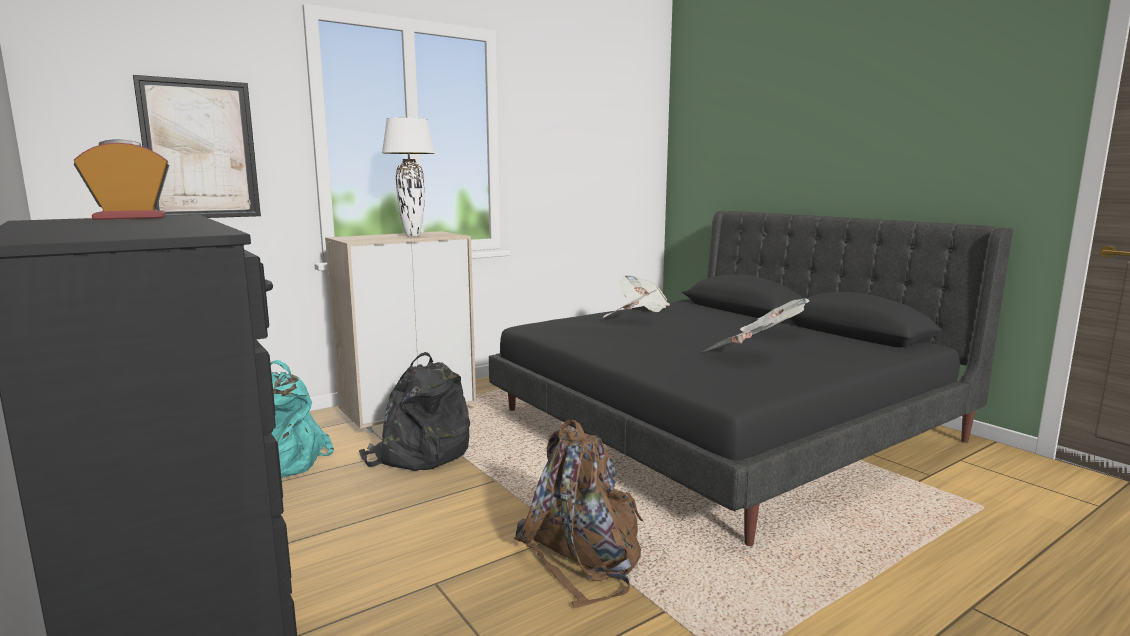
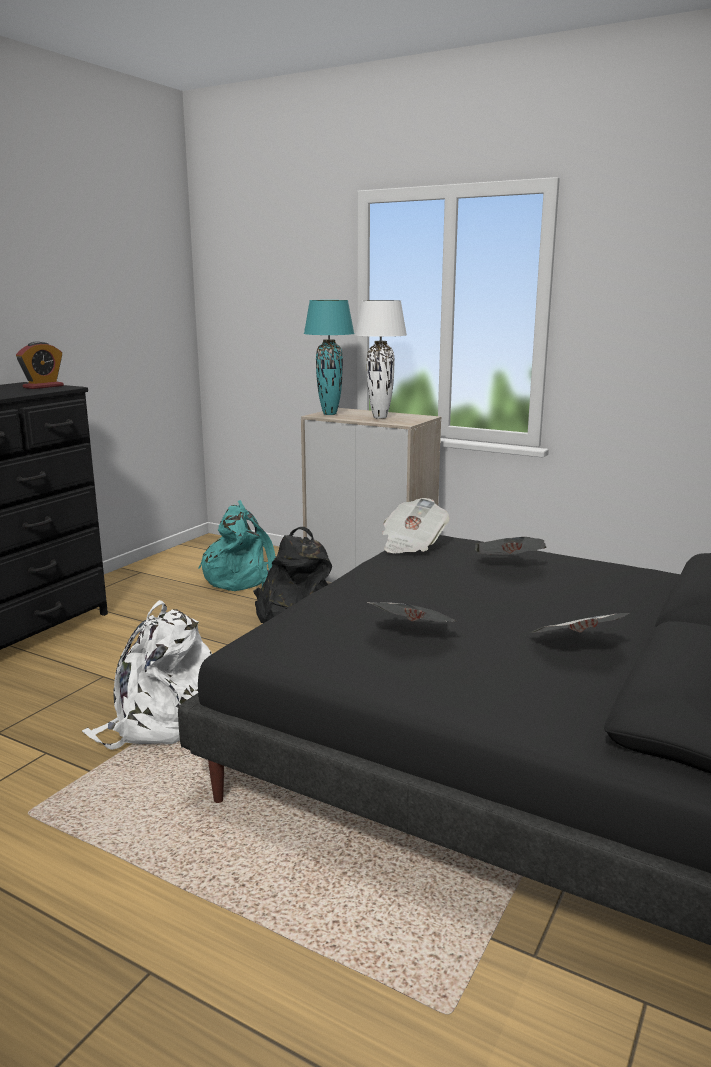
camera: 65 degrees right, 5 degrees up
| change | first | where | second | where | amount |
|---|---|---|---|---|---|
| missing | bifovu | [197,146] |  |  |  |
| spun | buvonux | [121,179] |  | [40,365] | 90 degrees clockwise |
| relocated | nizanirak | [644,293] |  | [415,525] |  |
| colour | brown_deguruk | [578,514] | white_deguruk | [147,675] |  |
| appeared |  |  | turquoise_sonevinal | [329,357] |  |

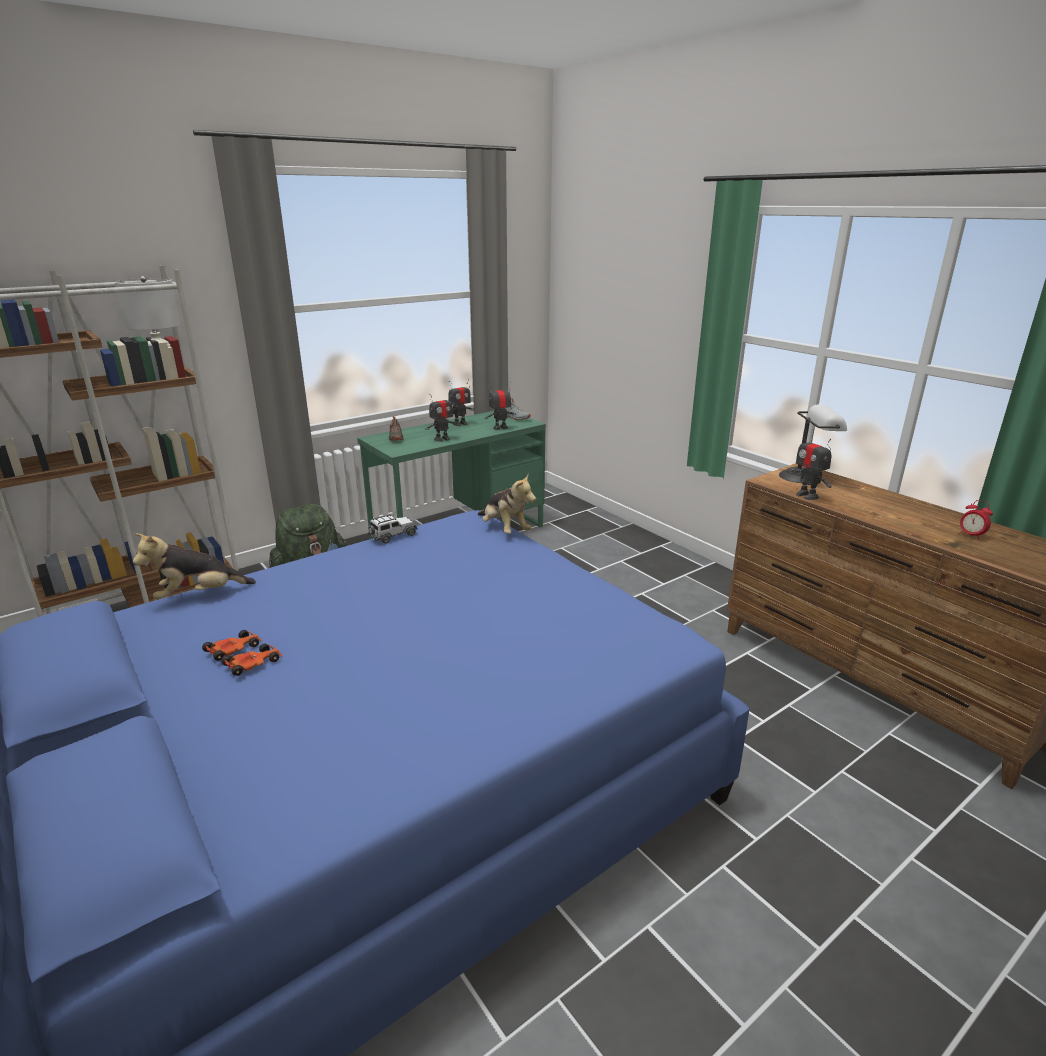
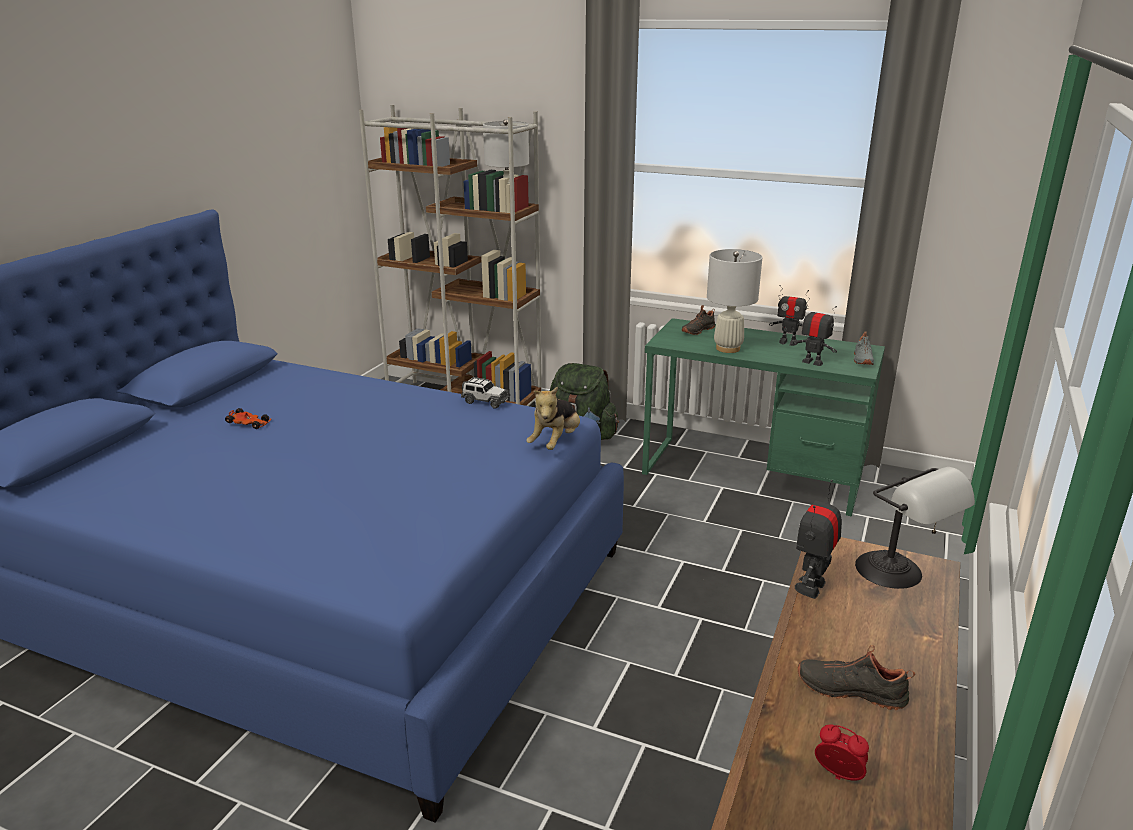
camera: 60 degrees right, 0 degrees up
| change | first | where | second | where | amount |
|---|---|---|---|---|---|
| exchanged | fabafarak | [441,417] | white_sonevinal | [734,301] |  |
| spun | buvonux | [976,520] |  | [842,752] | 105 degrees clockwise |
| missing | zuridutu | [194,566] |  |  |  |
| missing | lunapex | [232,645] |  |  |  |
| appeared |  |  | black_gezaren | [856,677] |  |

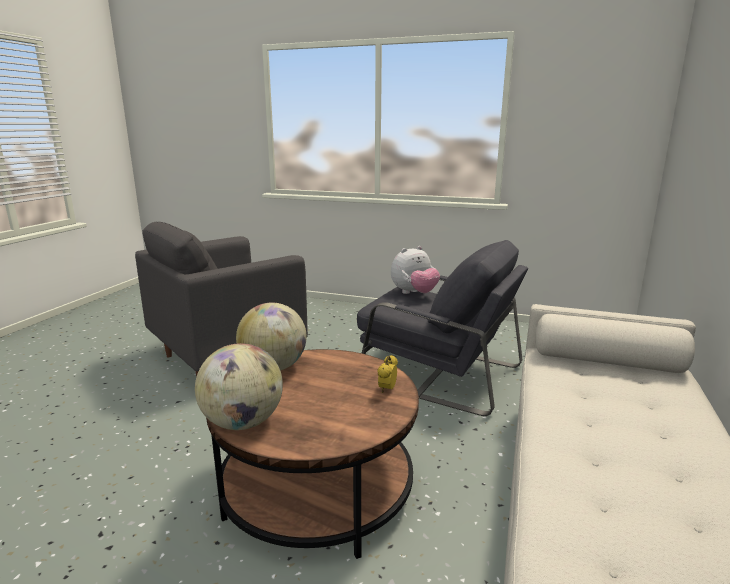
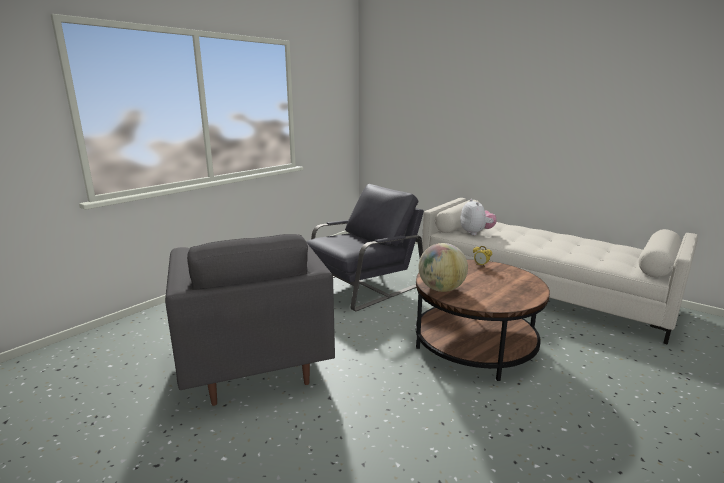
camera: 70 degrees left, 0 degrees up
| change | first | where | second | where | amount |
|---|---|---|---|---|---|
| relocated | zuridutu | [415,270] |  | [478,217] |  |
| missing | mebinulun | [239,386] |  |  |  |

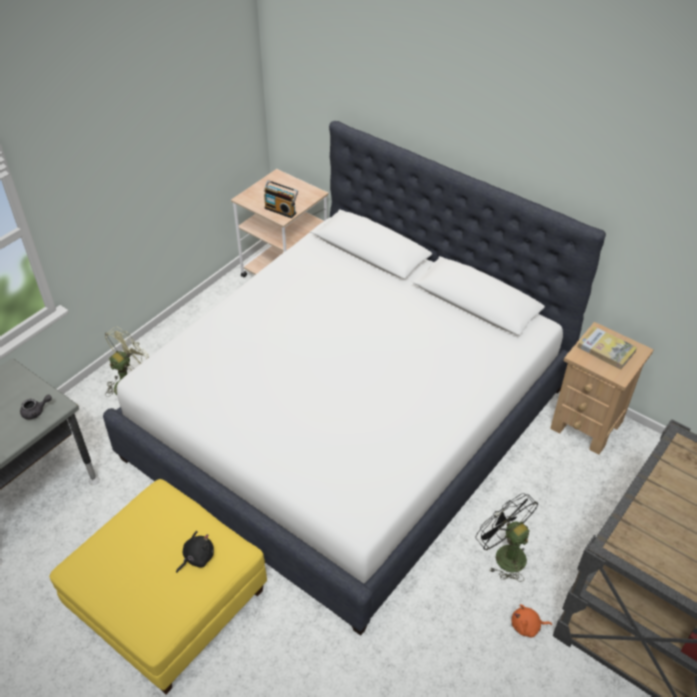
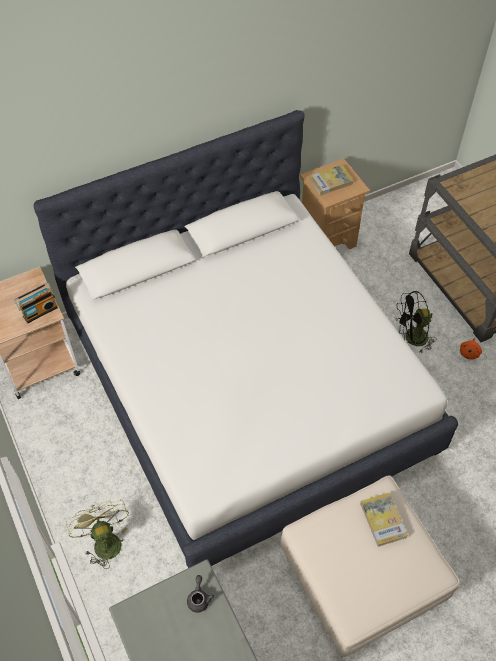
camera: 65 degrees left, 10 degrees up
| change | first | where | second | where | amount |
|---|---|---|---|---|---|
| colour | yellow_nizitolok | [158,586] | white_nizitolok | [370,566] |  |
| exchanged | black_zuridutu | [195,552] | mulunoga | [384,520] |  |

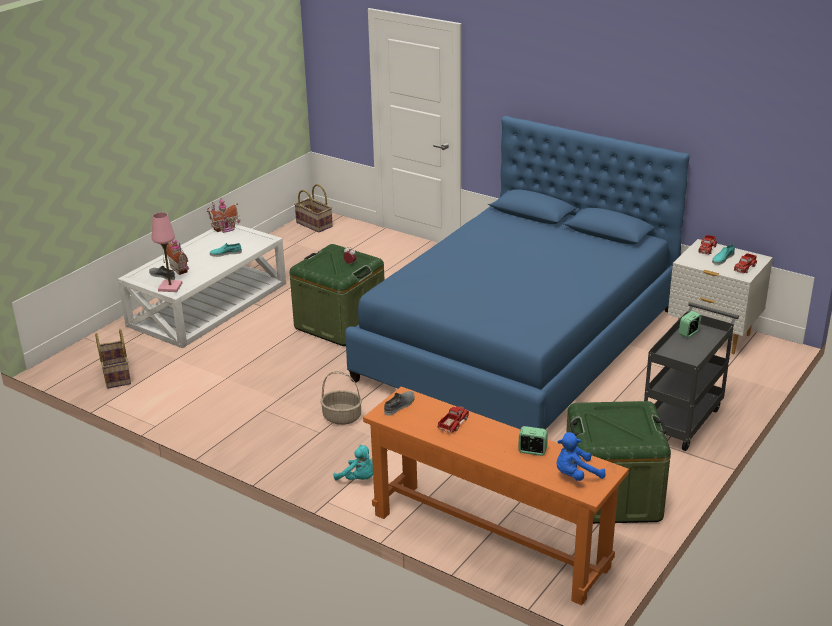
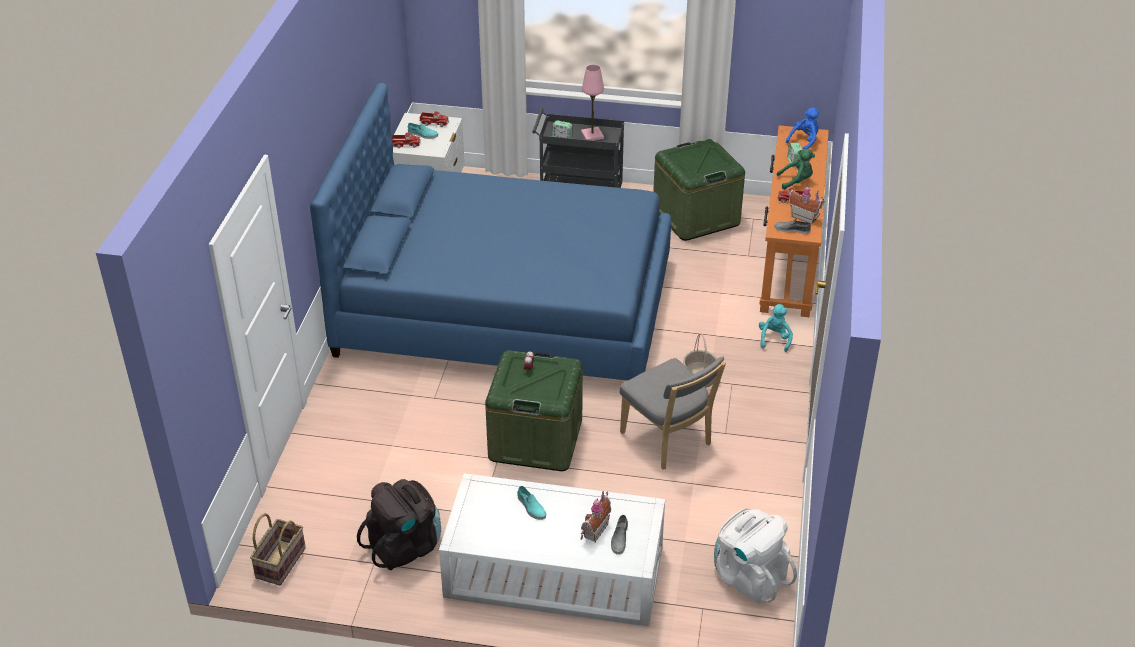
camera: 115 degrees left, 10 degrees up
| change | first | where | second | where | amount |
|---|---|---|---|---|---|
| relocated | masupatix | [223,215] |  | [807,205] |  |
| relocated | pink_sonevinal | [167,252] |  | [592,103] |  |
| exchanged | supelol | [113,358] | white_deguruk | [755,555] |  |
| spun | blue_zuridutu | [581,456] |  | [802,128] | 90 degrees counterclockwise |
| appeared |  |  | green_zuridutu | [796,169] |  |
| appeared |  |  | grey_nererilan | [673,413] |  |
| appeared |  |  | black_deguruk | [399,524] |  |

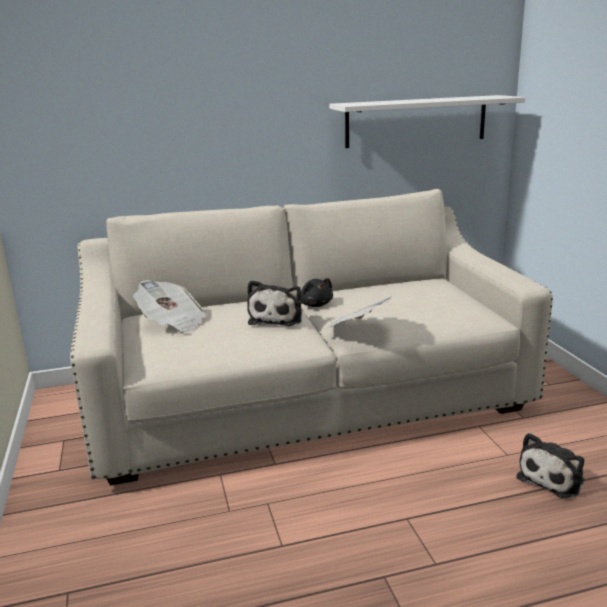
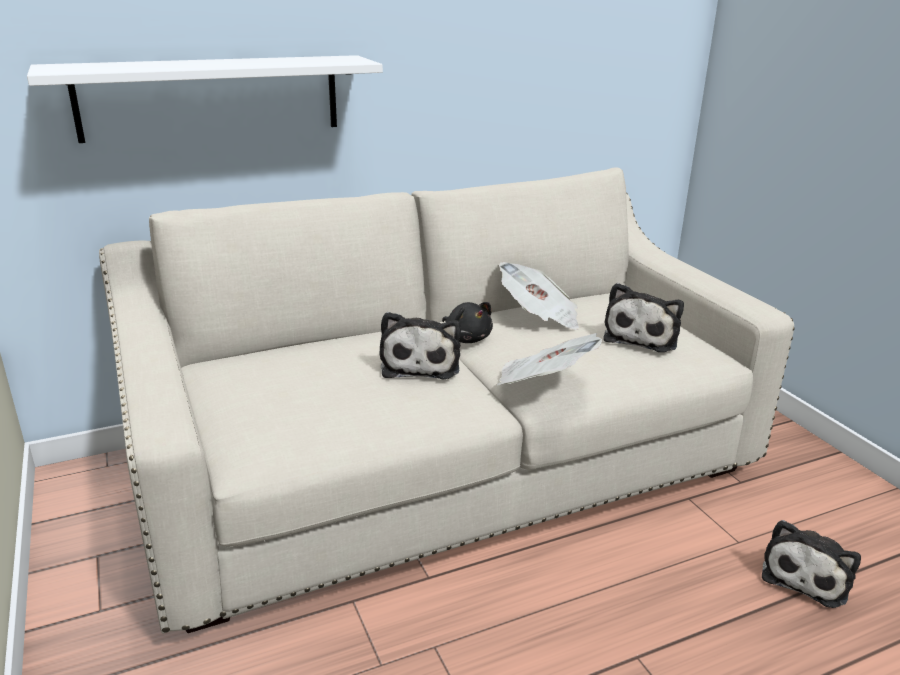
camera: 10 degrees left, 5 degrees up
| change | first | where | second | where | amount |
|---|---|---|---|---|---|
| relocated | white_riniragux | [427,121] |  | [205,99] |  |
| relocated | nizanirak | [170,306] |  | [539,296] |  |
| appeared |  |  | zuridutu | [643,317] |  |

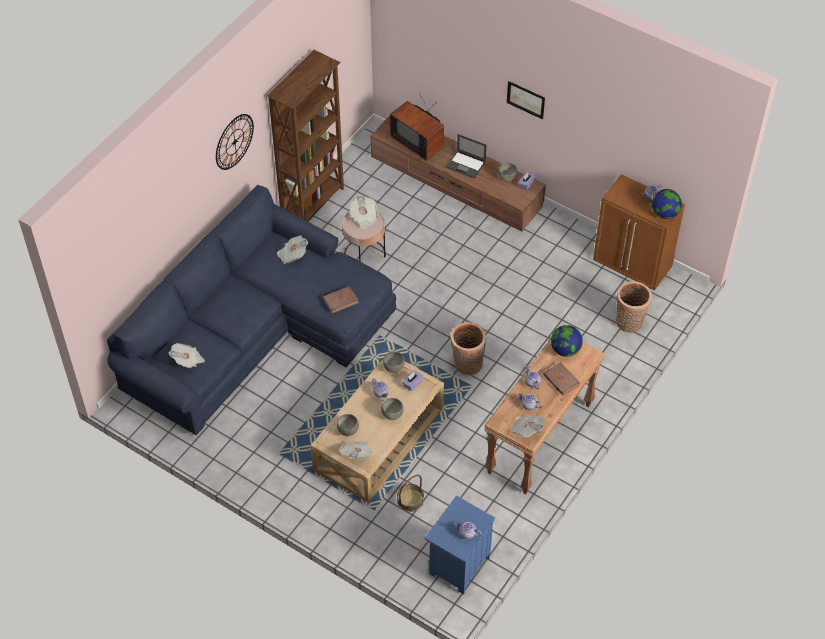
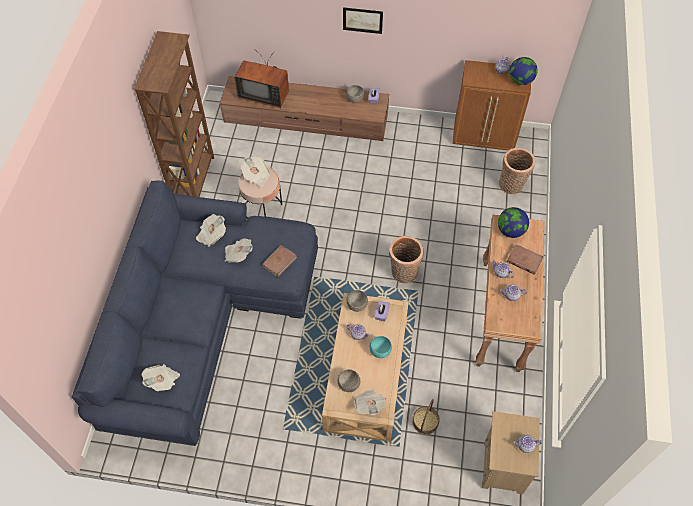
camera: 25 degrees left, 5 degrees up
| change | first | where | second | where | amount |
|---|---|---|---|---|---|
| missing | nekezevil | [235,142] |  |  |  |
| missing | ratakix | [466,156] |  |  |  |
| colour | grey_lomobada | [392,409] | turquoise_lomobada | [381,347] |  |
| relocated | nizanirak | [527,426] |  | [239,250] |  |
| colour | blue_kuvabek | [459,545] | beige_kuvabek | [511,452] |  |

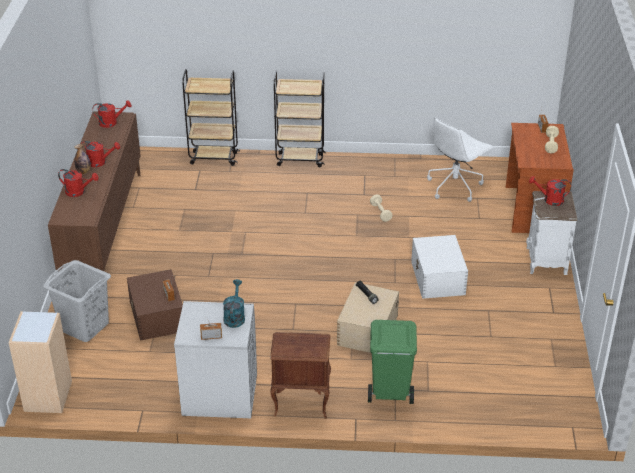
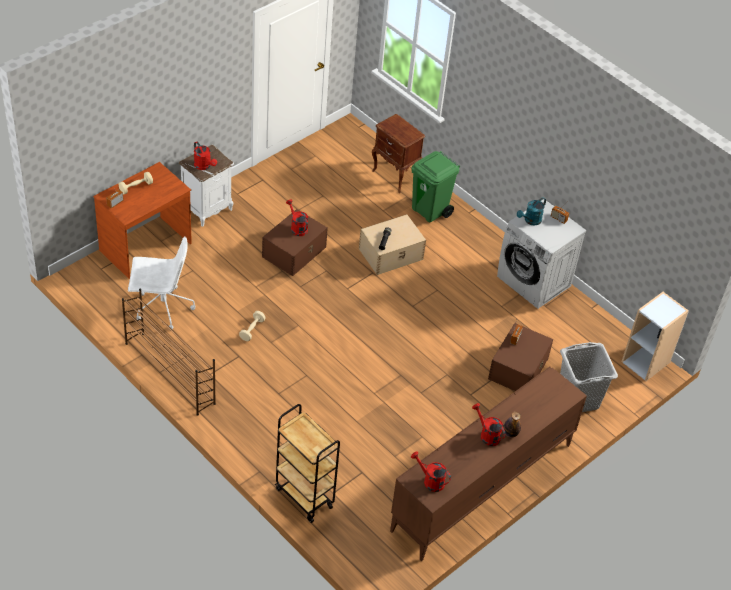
camera: 140 degrees left, 10 degrees up
| change | first | where | second | where | amount |
|---|---|---|---|---|---|
| missing | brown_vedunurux | [300,119] |  |  |  |
| relocated | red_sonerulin | [78,183] |  | [297,217] |  |
| colour | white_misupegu | [439,267] | brown_misupegu | [295,242] |  |
| relocated | brown_kuvabek | [300,375] |  | [398,153] |  |
| appeared |  |  | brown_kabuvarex | [169,352] |  |

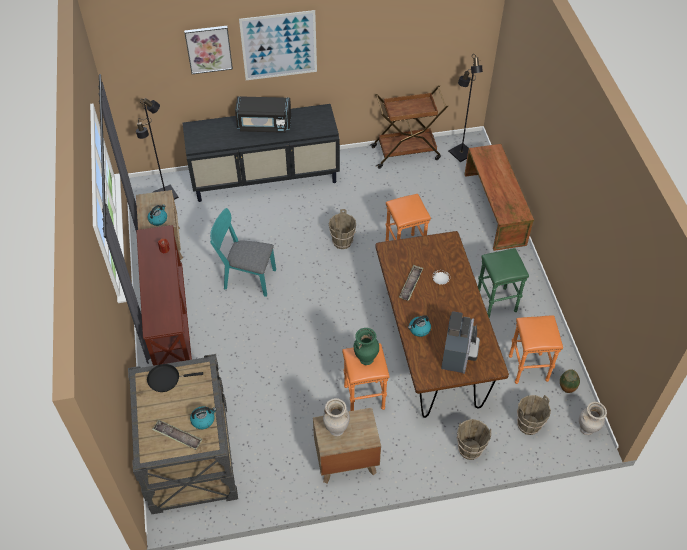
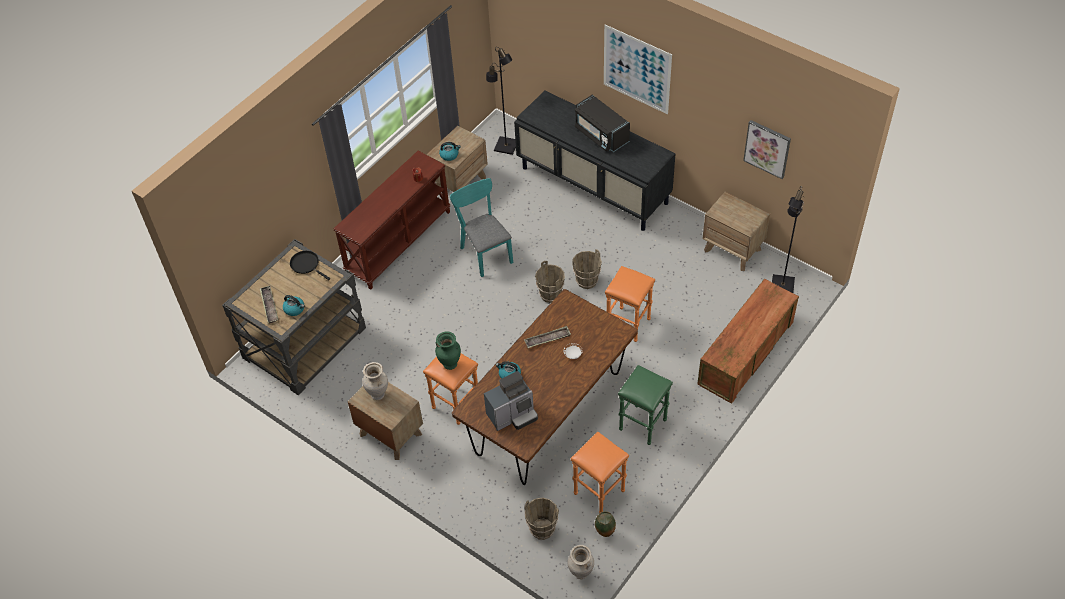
camera: 50 degrees right, 0 degrees up
| change | first | where | second | where | amount |
|---|---|---|---|---|---|
| relocated | bifovu | [208,50] |  | [767,149] |  |
| exchanged | brown_vedunurux | [409,127] | brown_kuvabek | [736,231] |  |
| relocated | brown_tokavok | [474,439] |  | [550,282] |  |

